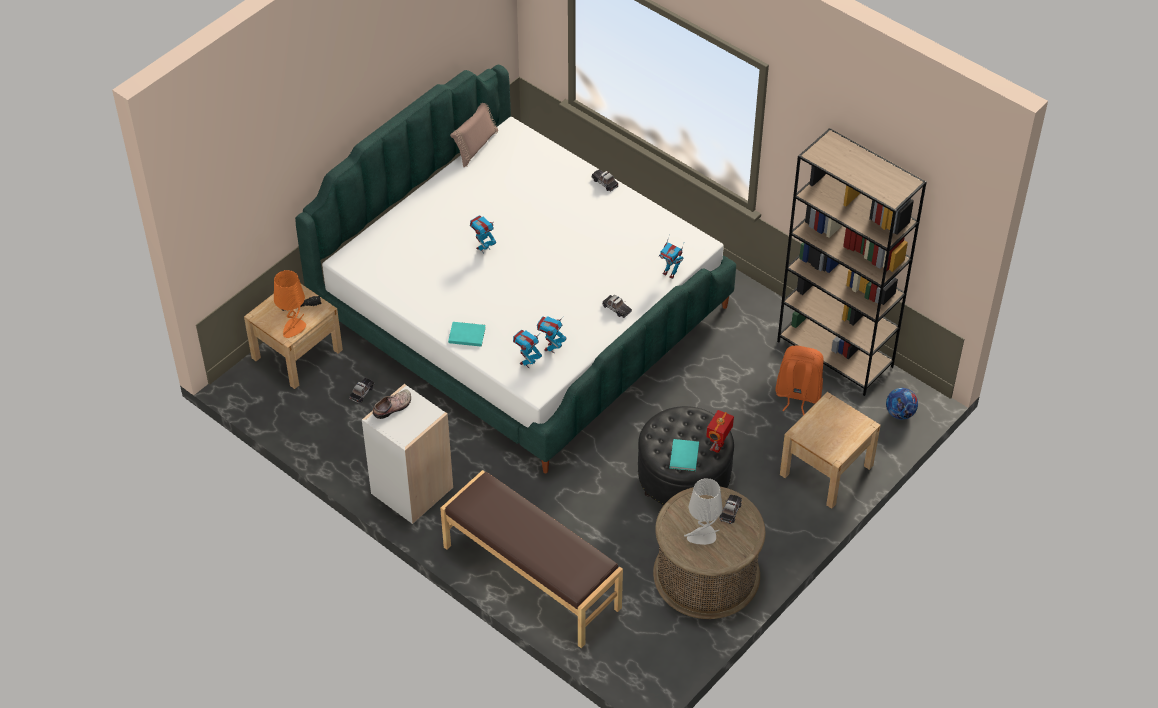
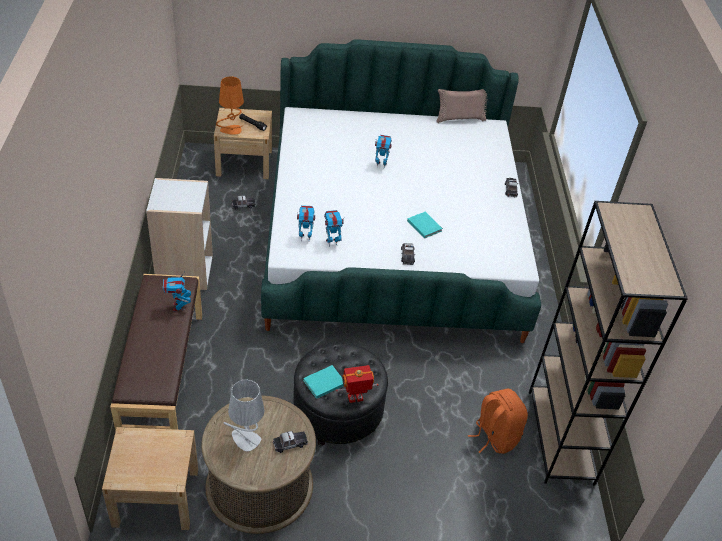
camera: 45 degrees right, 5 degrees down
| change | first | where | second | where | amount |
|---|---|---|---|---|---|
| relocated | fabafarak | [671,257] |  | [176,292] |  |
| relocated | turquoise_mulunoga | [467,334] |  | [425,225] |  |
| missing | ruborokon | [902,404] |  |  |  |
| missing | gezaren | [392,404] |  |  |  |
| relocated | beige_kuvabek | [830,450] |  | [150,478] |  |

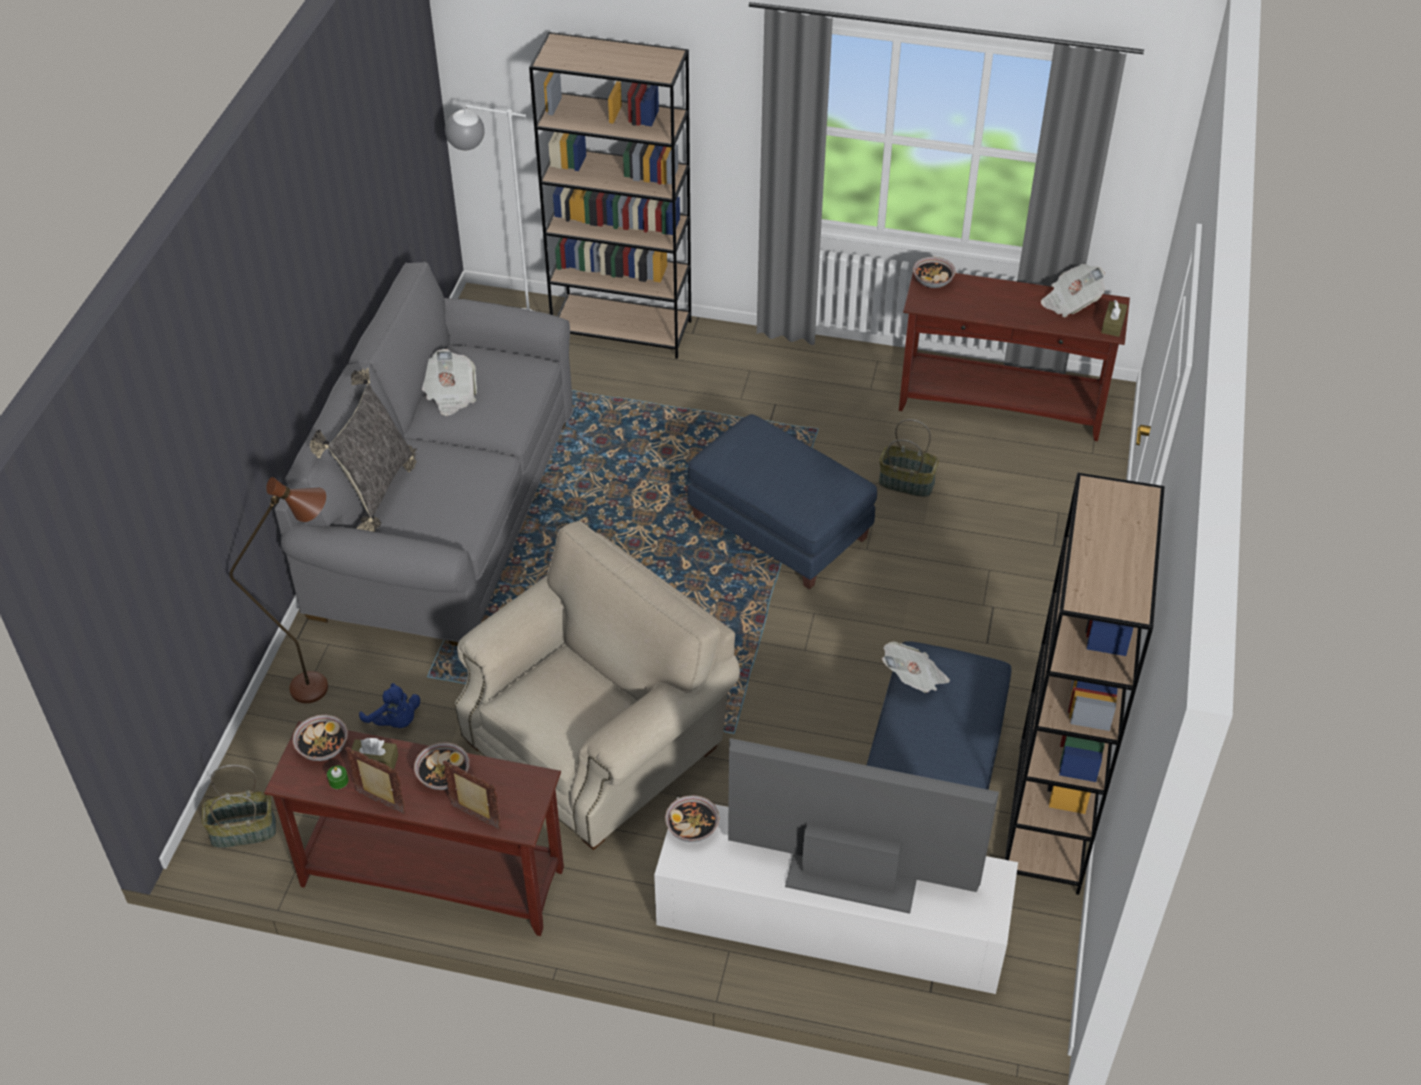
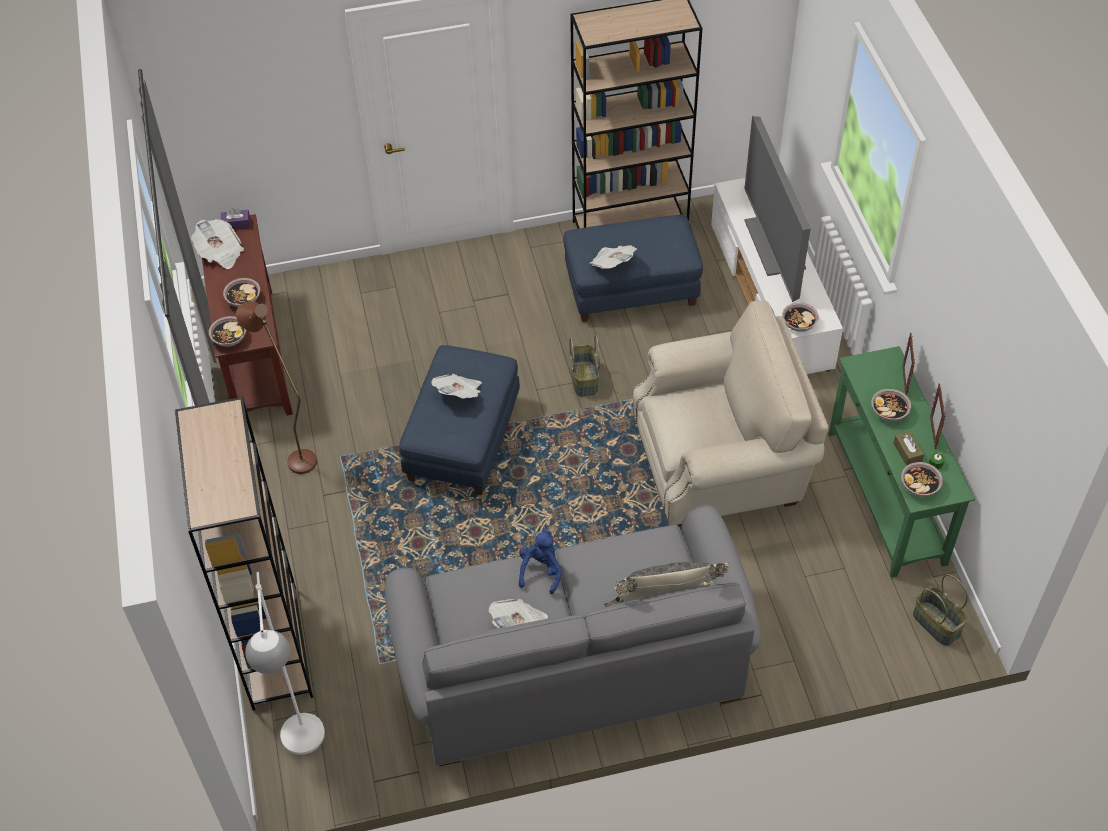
camera: 115 degrees left, 5 degrees up
| change | first | where | second | where | amount |
|---|---|---|---|---|---|
| colour | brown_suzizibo | [1114,318] | purple_suzizibo | [235,219] |  |
| relocated | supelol | [909,458] |  | [585,365] |  |
| relocated | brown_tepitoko | [278,590] |  | [276,387] |  |
| spun | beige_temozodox | [597,685] |  | [731,413] | 150 degrees clockwise |
| relocated | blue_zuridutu | [389,705] |  | [540,562] |  |
| colour | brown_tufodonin | [414,828] | green_tufodonin | [902,462] |  |
| appeared |  |  | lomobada | [241,292] |  |
| appeared |  |  | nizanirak | [456,386] |  |

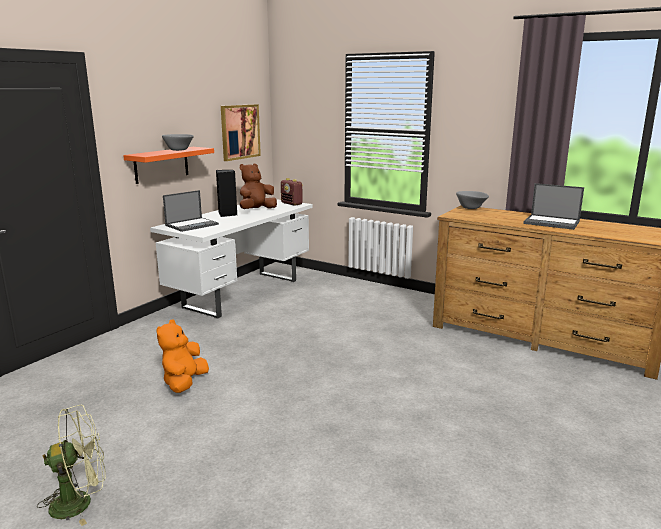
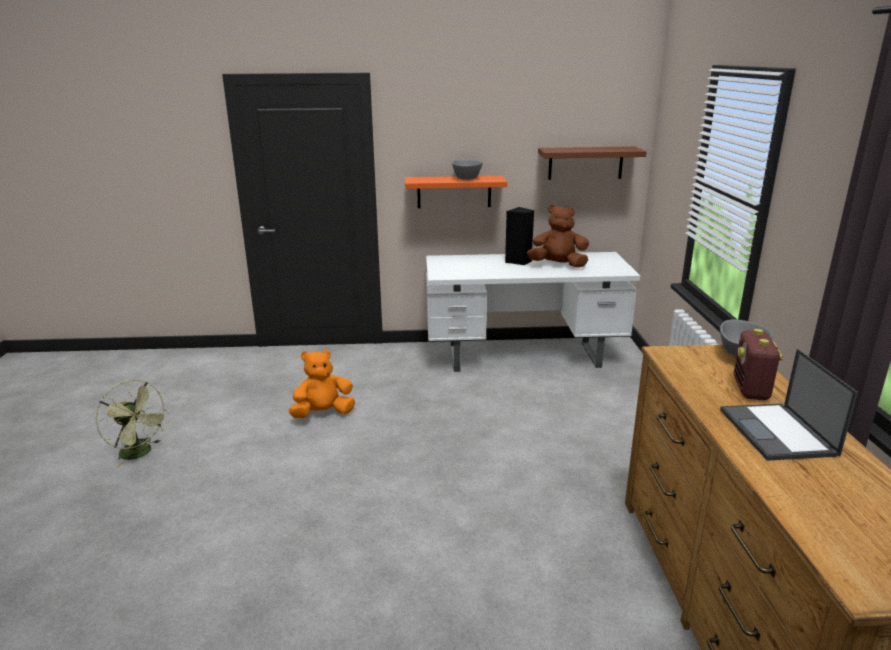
camera: 55 degrees right, 5 degrees up
| change | first | where | second | where | amount |
|---|---|---|---|---|---|
| exchanged | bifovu | [241,132] | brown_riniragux | [592,163] |  |
| relocated | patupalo | [292,192] |  | [759,364] |  |
| missing | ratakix | [191,211] |  |  |  |

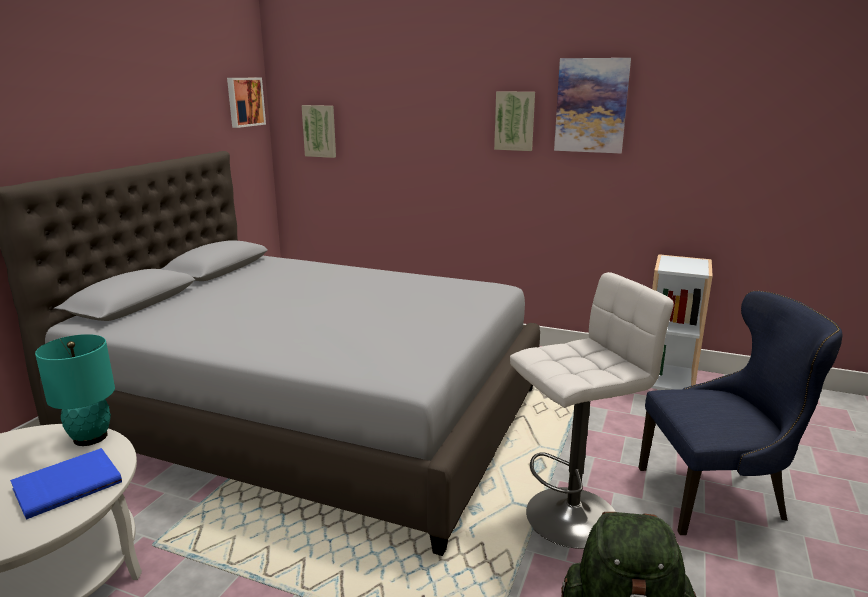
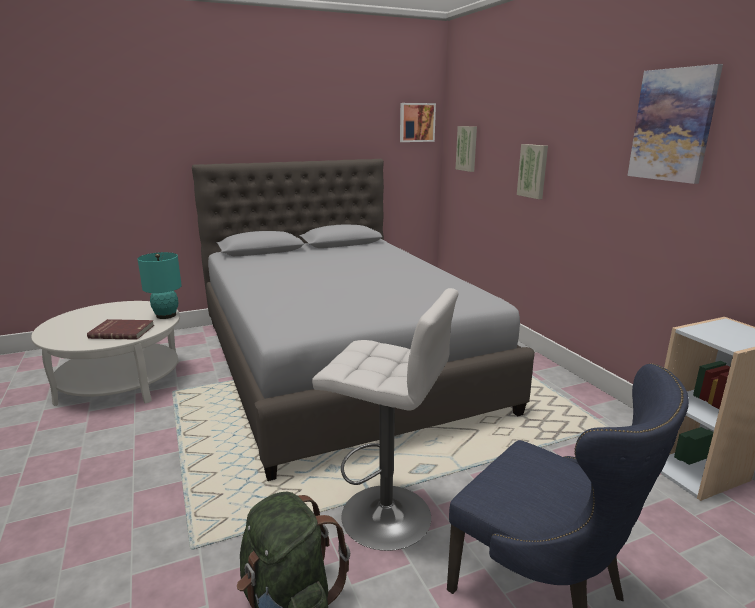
camera: 45 degrees right, 0 degrees up
| change | first | where | second | where | amount |
|---|---|---|---|---|---|
| relocated | bifovu | [514,121] |  | [532,171] |  |
| colour | blue_mulunoga | [66,484] | red_mulunoga | [120,329] |  |

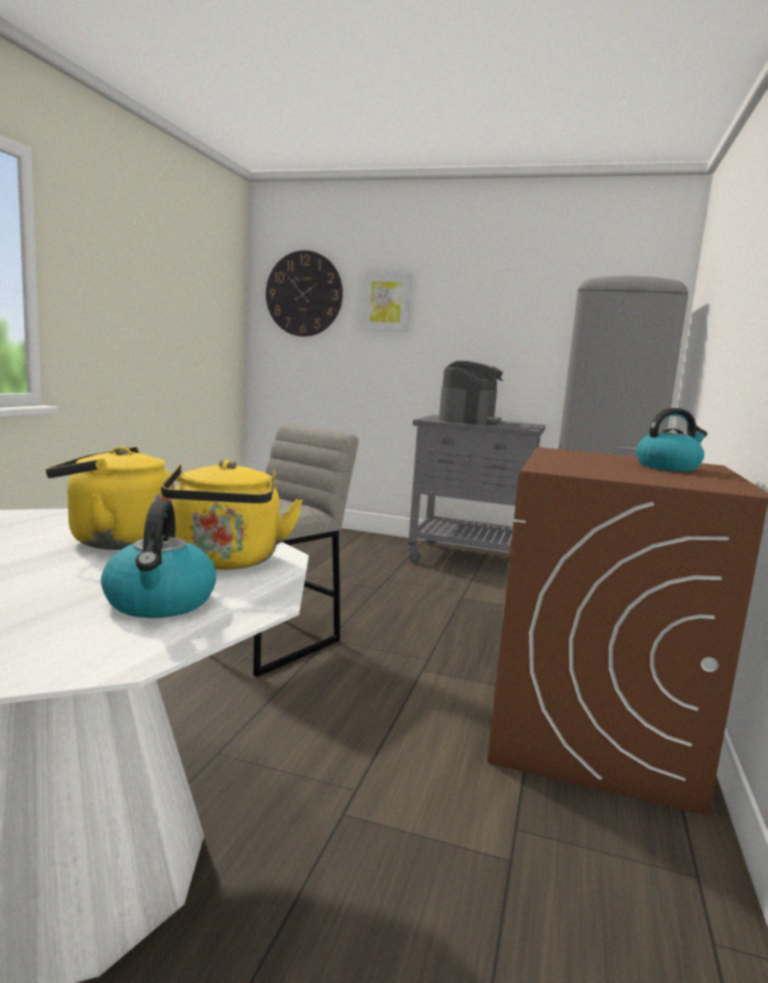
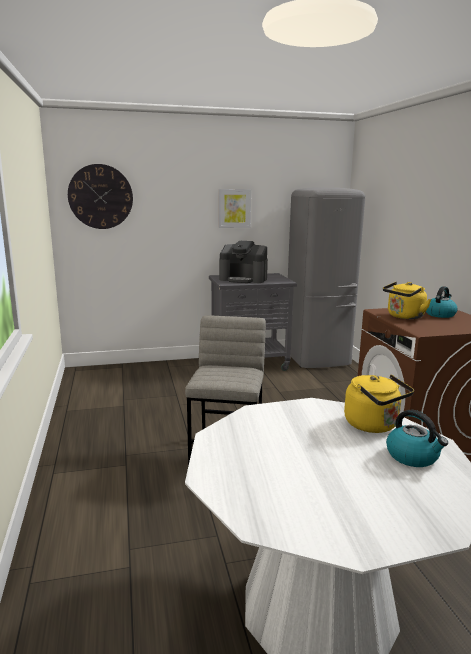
camera: 30 degrees left, 5 degrees up
| change | first | where | second | where | amount |
|---|---|---|---|---|---|
| relocated | bifovu | [386,302] |  | [235,208] |  |
| spun | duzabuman | [471,393] |  | [243,262] | 120 degrees clockwise |
| relocated | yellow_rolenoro | [110,498] |  | [407,300] |  |

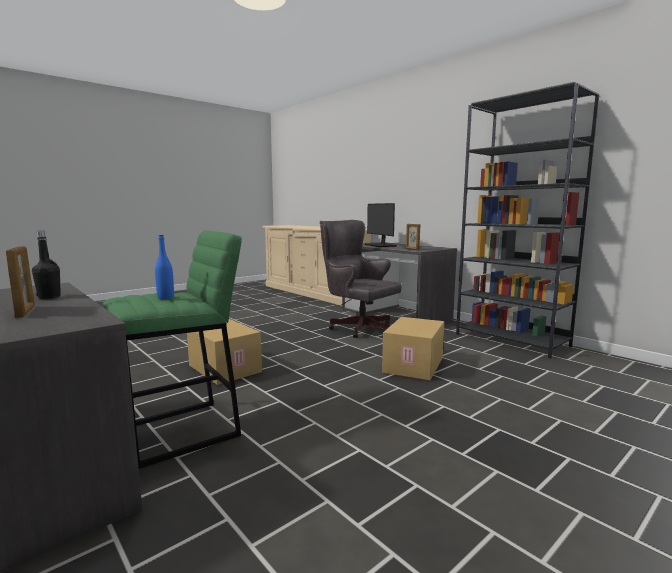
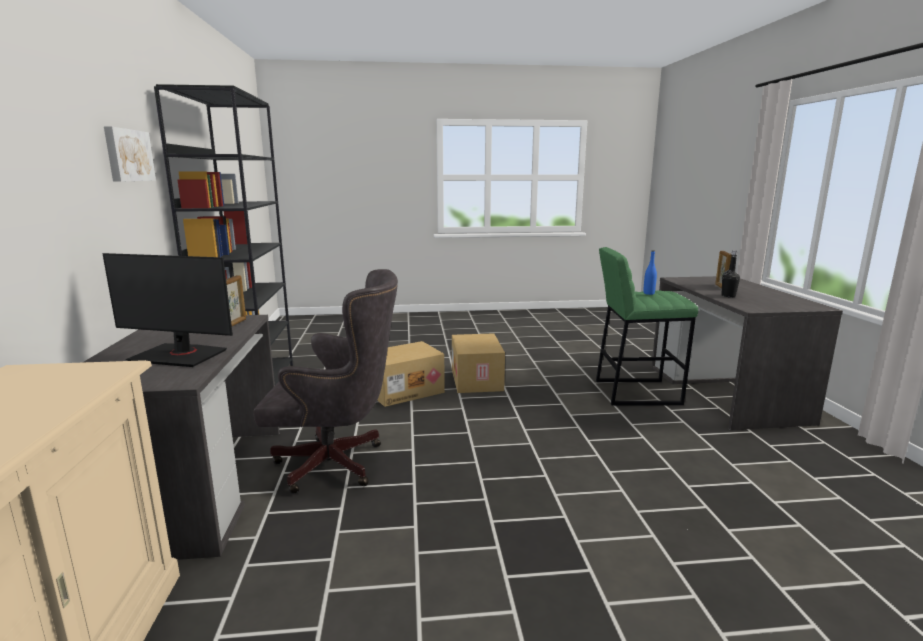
camera: 145 degrees left, 5 degrees up
| change | first | where | second | where | amount |
|---|---|---|---|---|---|
| spun | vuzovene | [381,225] |  | [167,310] | 90 degrees clockwise |
| spun | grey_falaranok | [361,279] |  | [325,381] | 75 degrees counterclockwise |
| relocated | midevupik | [224,352] |  | [478,363] |  |
| appeared |  |  | bifovu | [130,154] |  |

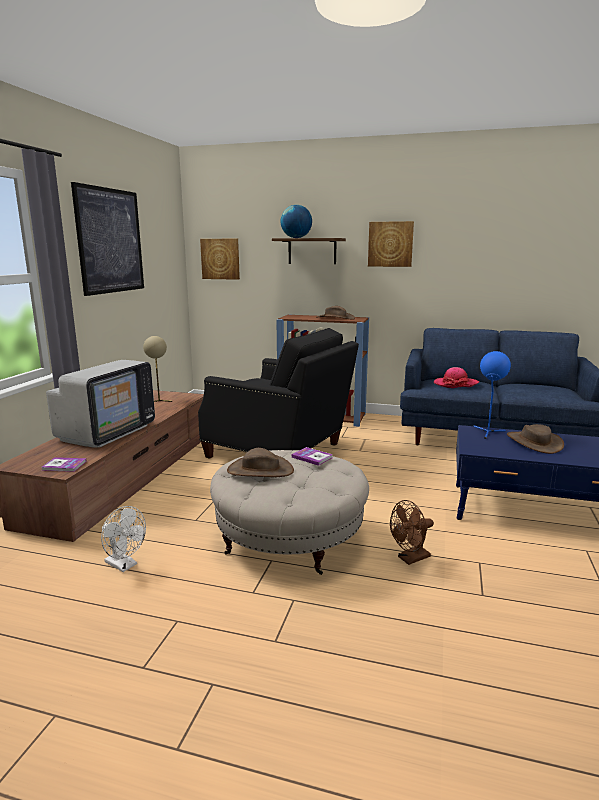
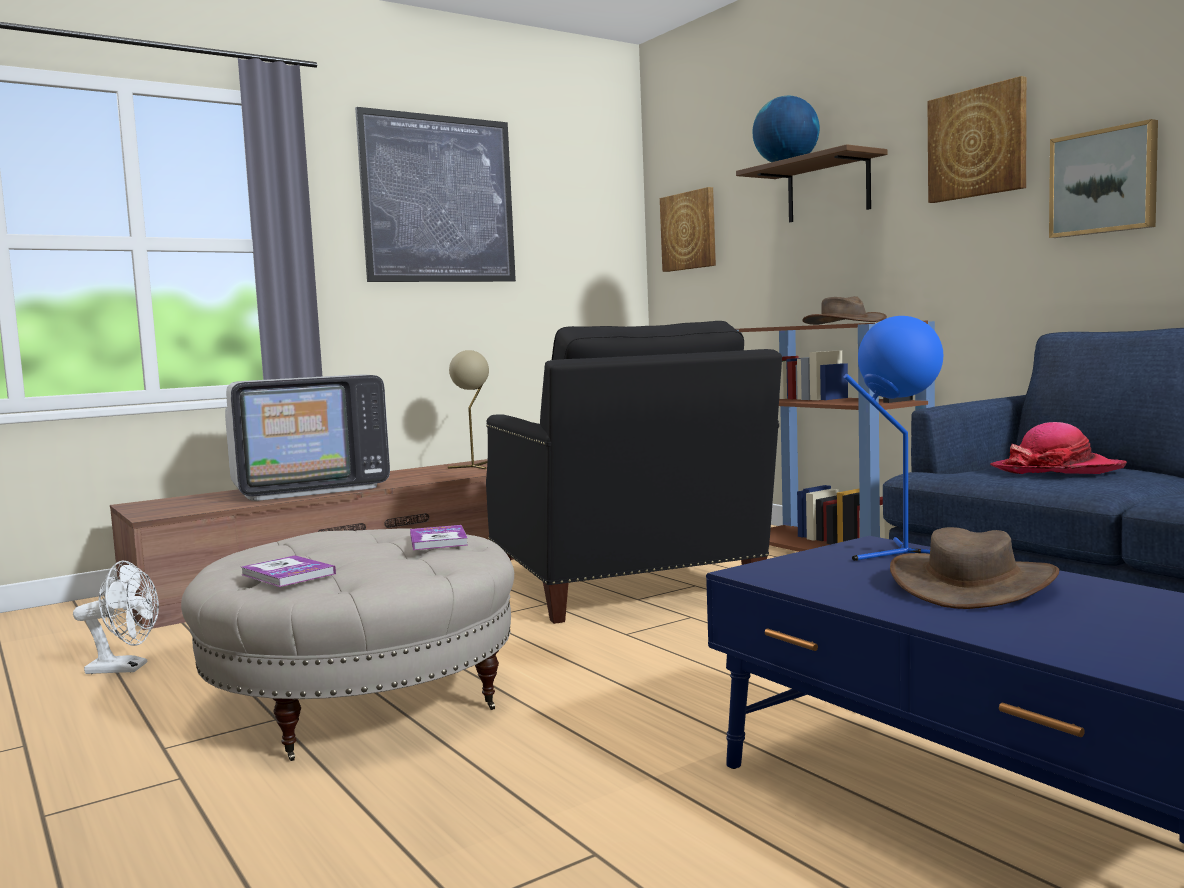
camera: 40 degrees right, 10 degrees down
| change | first | where | second | where | amount |
|---|---|---|---|---|---|
| missing | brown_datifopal | [260,462] |  |  |  |
| relocated | mulunoga | [64,464] |  | [289,571] |  |
| missing | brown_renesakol | [412,532] |  |  |  |
| spun | white_renesakol | [123,539] |  | [116,617] | 75 degrees counterclockwise |
| appeared |  |  | bifovu | [1103,178] |  |

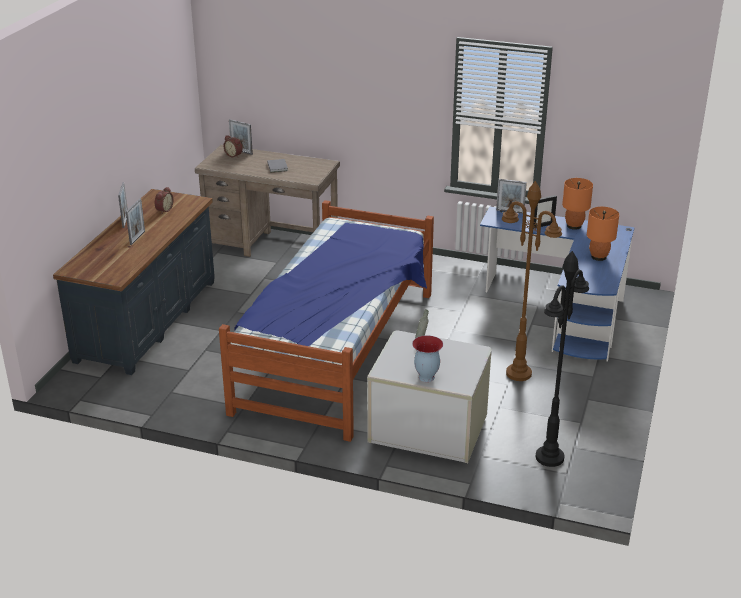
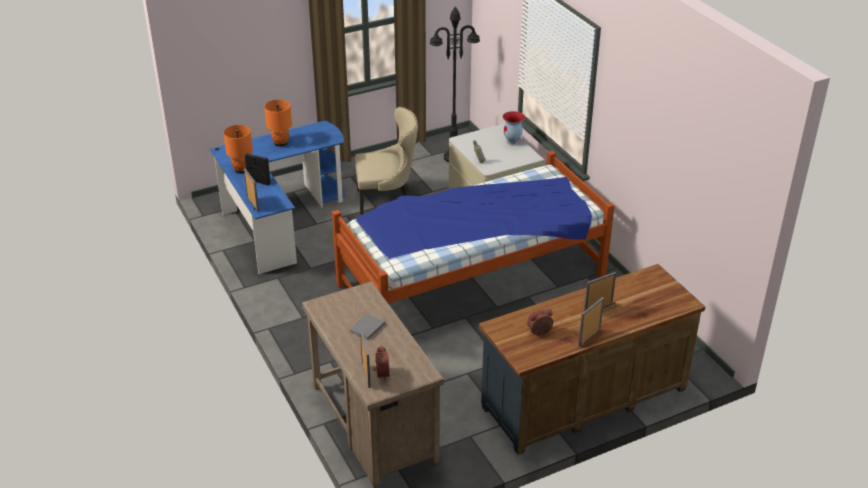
camera: 135 degrees left, 5 degrees up
| change | first | where | second | where | amount |
|---|---|---|---|---|---|
| exchanged | brown_tepitoko | [532,281] | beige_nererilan | [386,161] |  |

